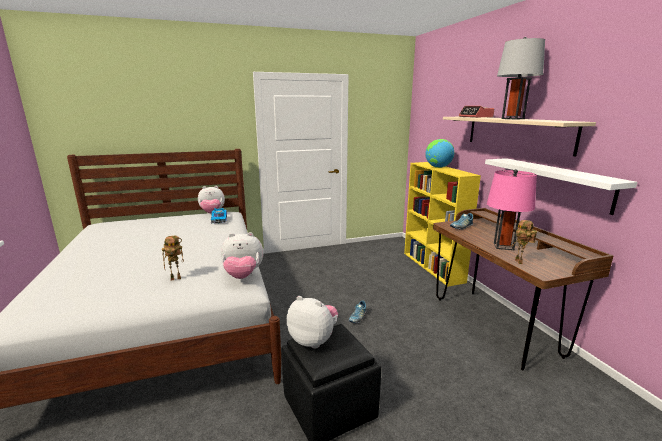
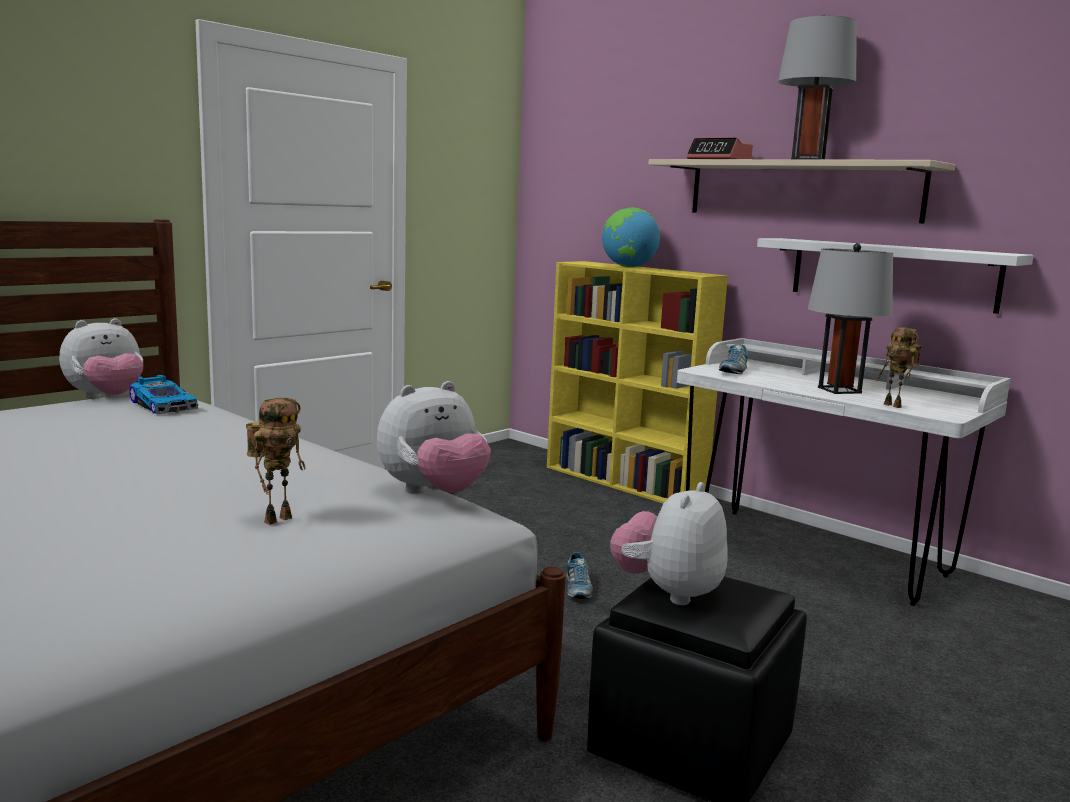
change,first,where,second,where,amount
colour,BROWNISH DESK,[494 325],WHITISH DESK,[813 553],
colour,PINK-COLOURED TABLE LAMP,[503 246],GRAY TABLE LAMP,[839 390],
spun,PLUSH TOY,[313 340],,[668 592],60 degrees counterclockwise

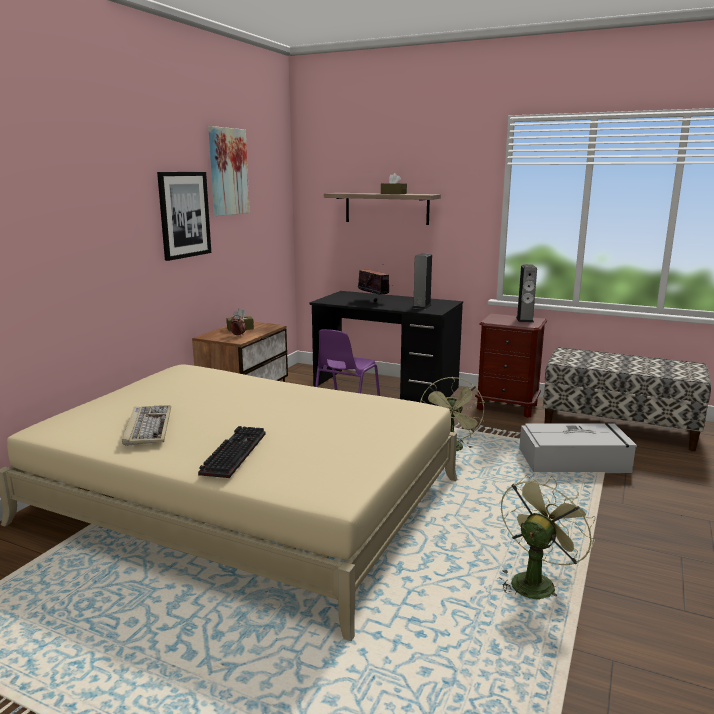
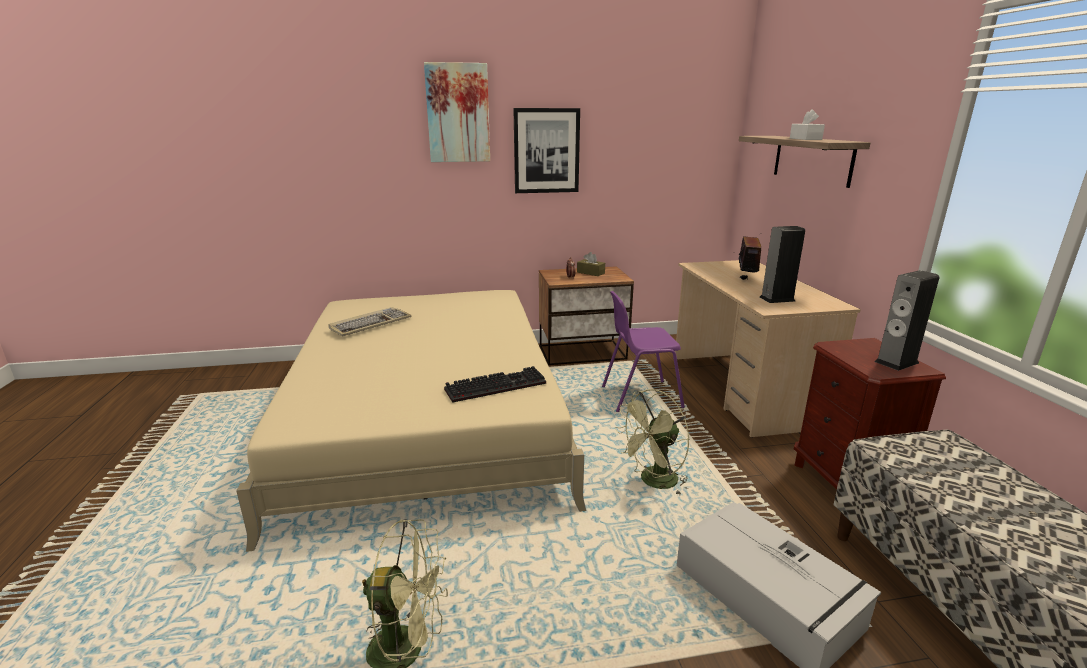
change,first,where,second,where,amount
relocated,PC KEYBOARD,[233 452],,[496 385],
relocated,WALL ART,[228 172],,[458 113],
colour,BLACKISH DESK,[386 388],BEIGE-COLOURED DESK,[743 390],
colour,BROWNISH TISSUE HOLDER,[393 193],WHITISH TISSUE HOLDER,[805 139],

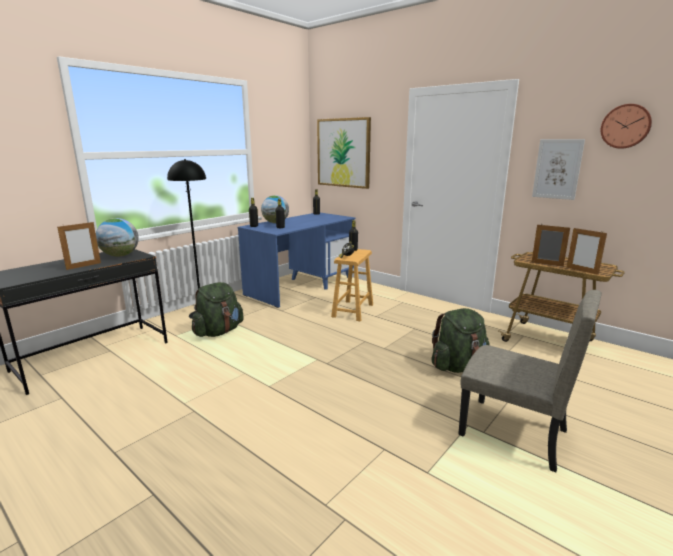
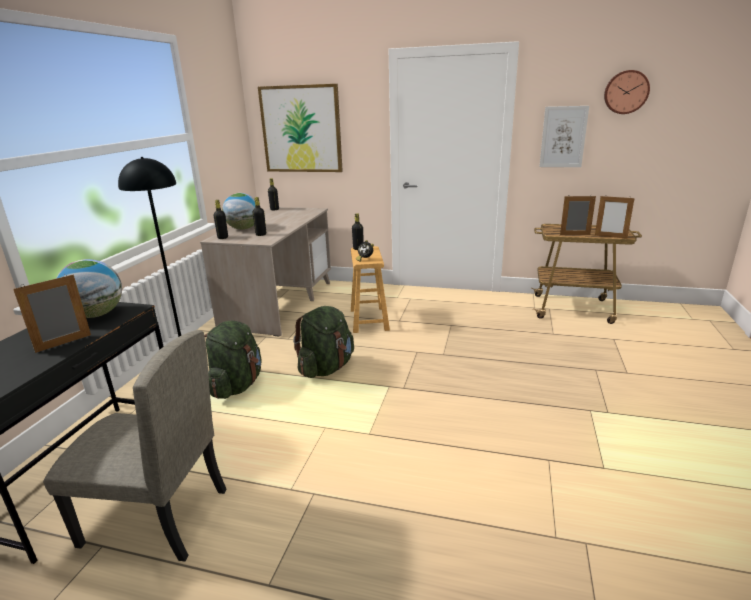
change,first,where,second,where,amount
relocated,GREENISH RUCKSACK,[458 366],,[326 368],
relocated,BEIGE-COLOURED CHAIR,[513 433],,[155 517],
colour,BLUE-COLOURED DESK,[301 286],BEIGE-COLOURED DESK,[280 303],
spun,PICTURE FRAME,[84 266],,[64 343],150 degrees counterclockwise

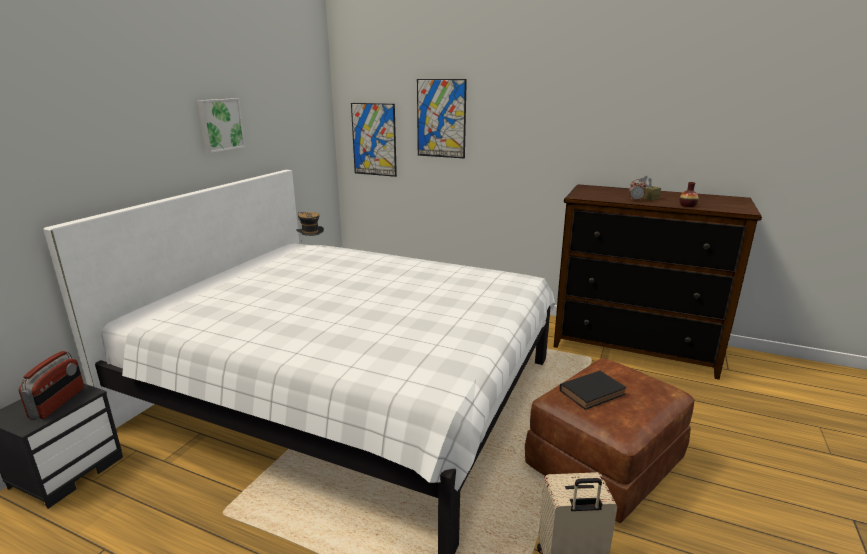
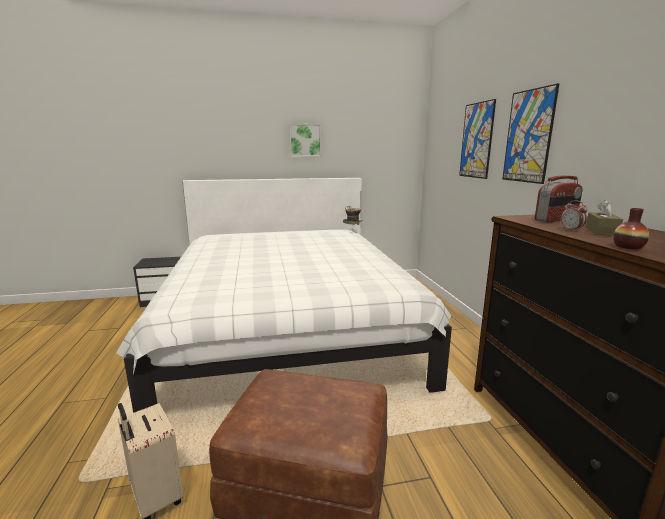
change,first,where,second,where,amount
missing,BLACKISH VOLUME,[593 392],,,
relocated,RADIO,[58 403],,[556 219],
relocated,WALL ART,[374 139],,[528 136],

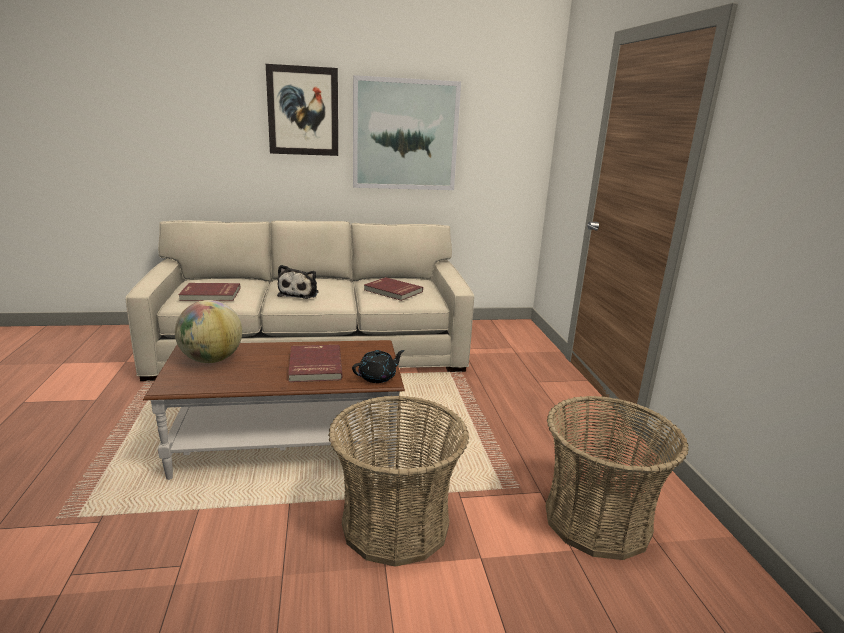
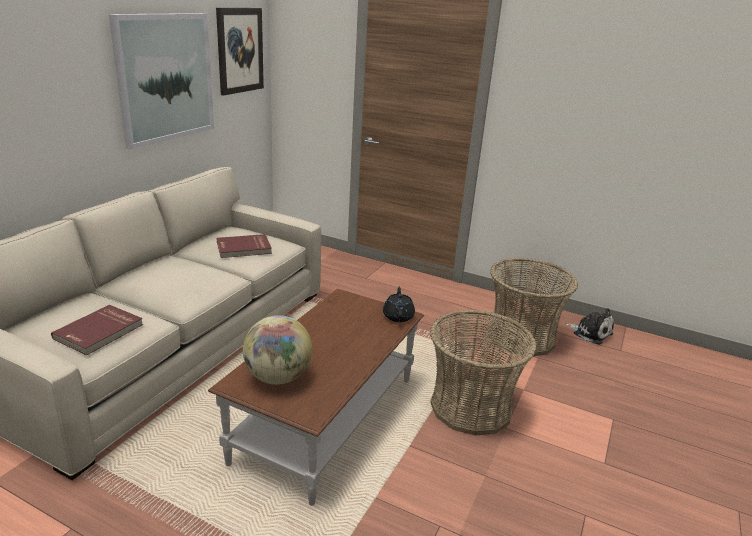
change,first,where,second,where,amount
missing,REDDISH VOLUME,[314 366],,,
relocated,WALL ART,[303 111],,[240 50],
relocated,PLUSH TOY,[299 293],,[590 333],

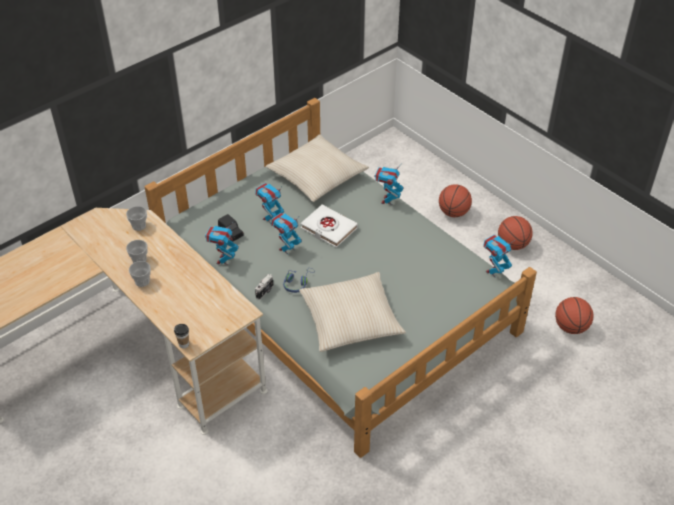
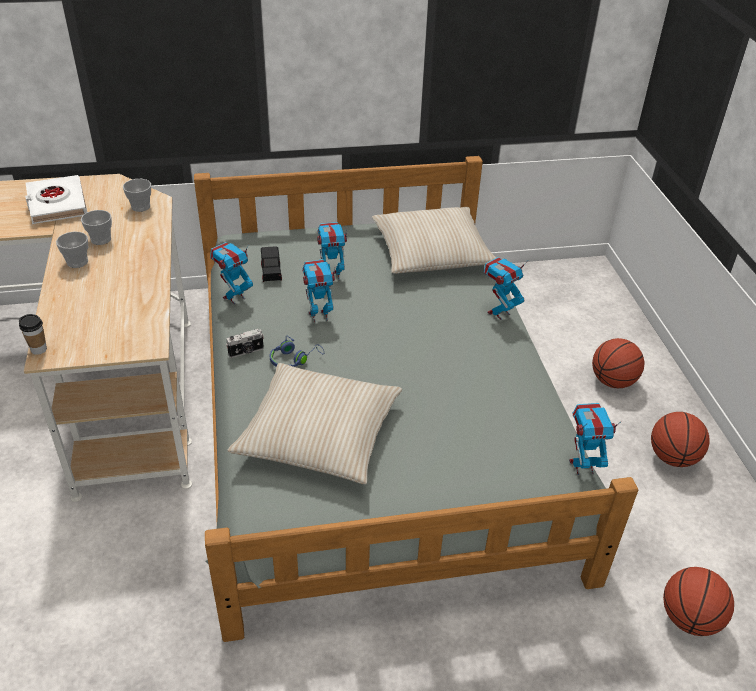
change,first,where,second,where,amount
relocated,WHITISH VOLUME,[328 229],,[57 204],

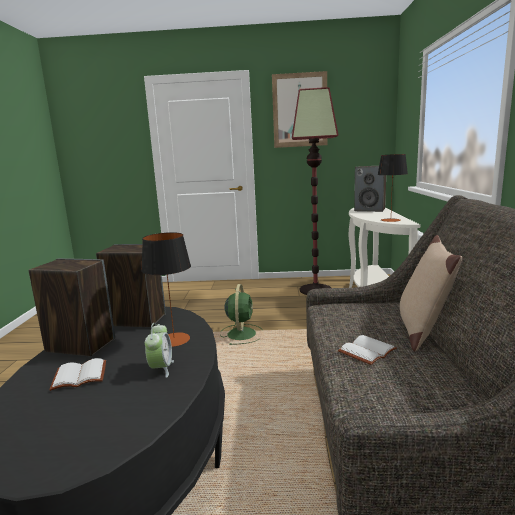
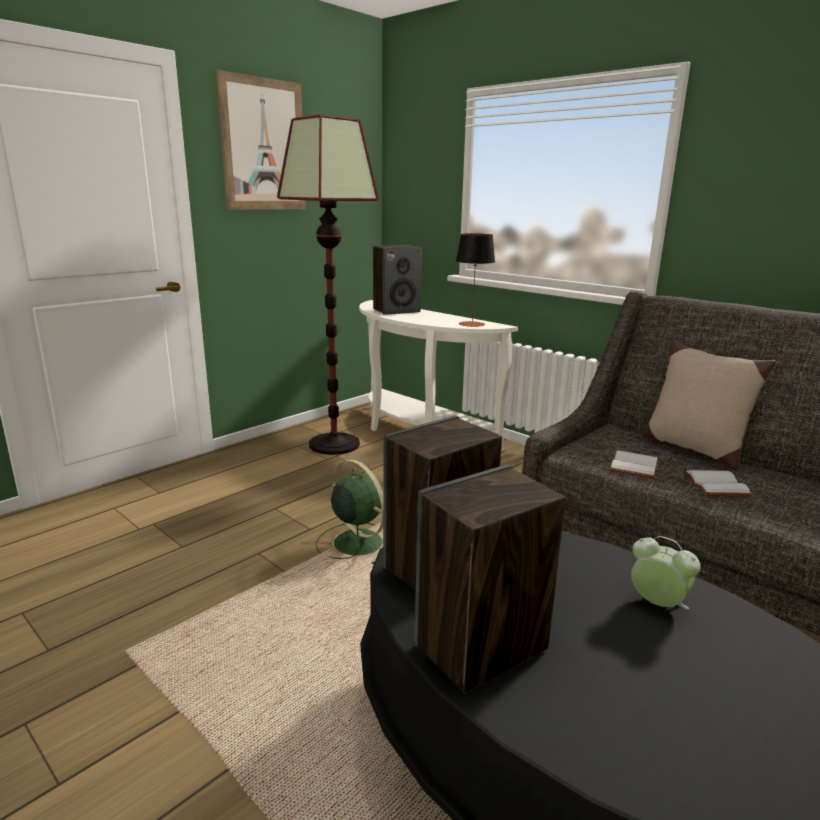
change,first,where,second,where,amount
missing,TABLE LAMP,[174 340],,,
relocated,WHITISH VOLUME,[78 377],,[635 467],

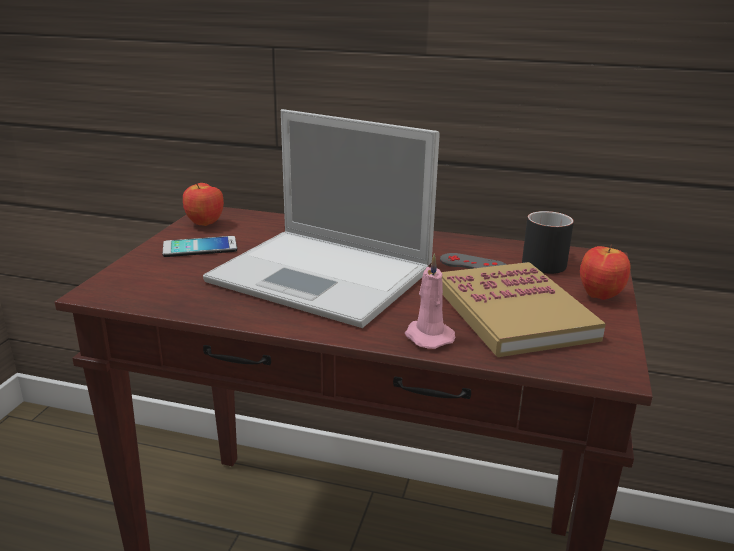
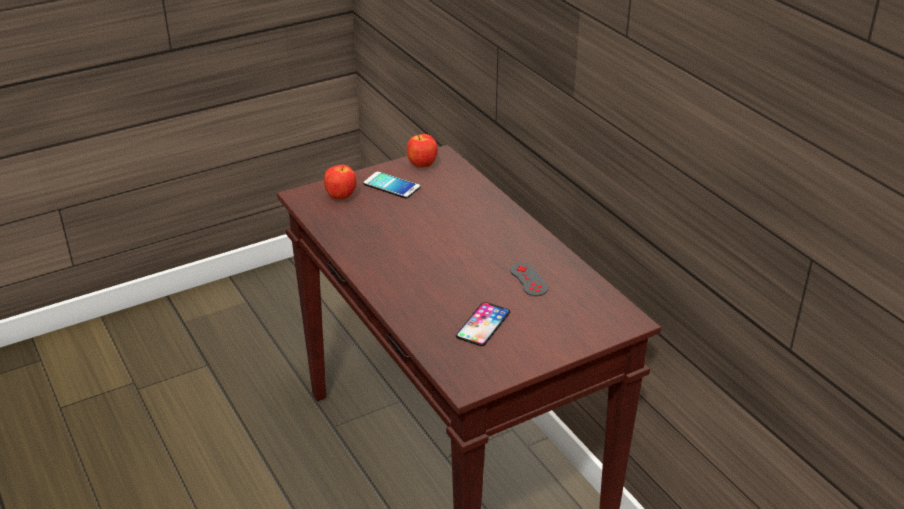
change,first,where,second,where,amount
missing,NOTEBOOK COMPUTER,[324 276],,,
missing,PINK-COLOURED WAX CANDLE,[427 336],,,
missing,BLACKISH MUG,[544 261],,,
relocated,APPLE FRUIT,[599 296],,[341 197],
exchanged,VOLUME,[513 313],TELEPHONE,[483 324],

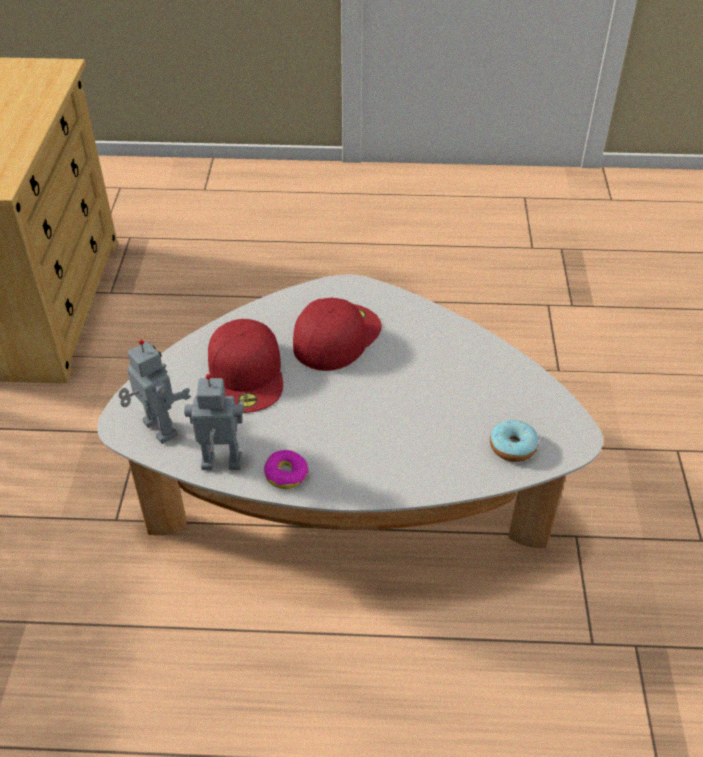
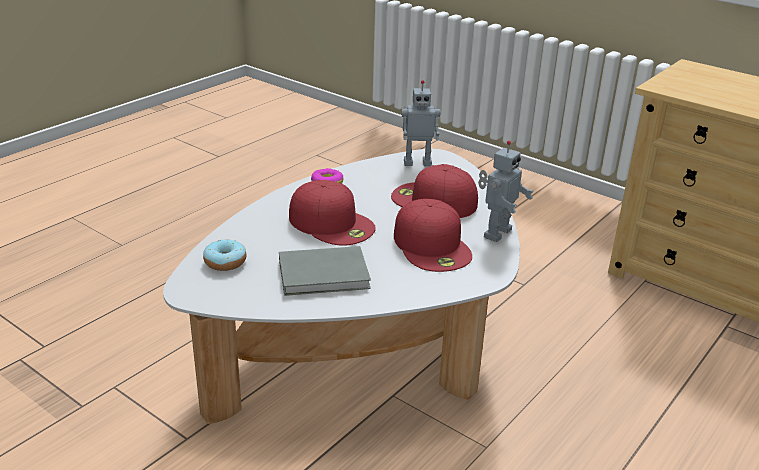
change,first,where,second,where,amount
appeared,,,GRAY VOLUME,[326 275],
appeared,,,REDDISH PEAKED CAP,[332 223],
relocated,MODEL ROBOT,[221 465],,[496 233],

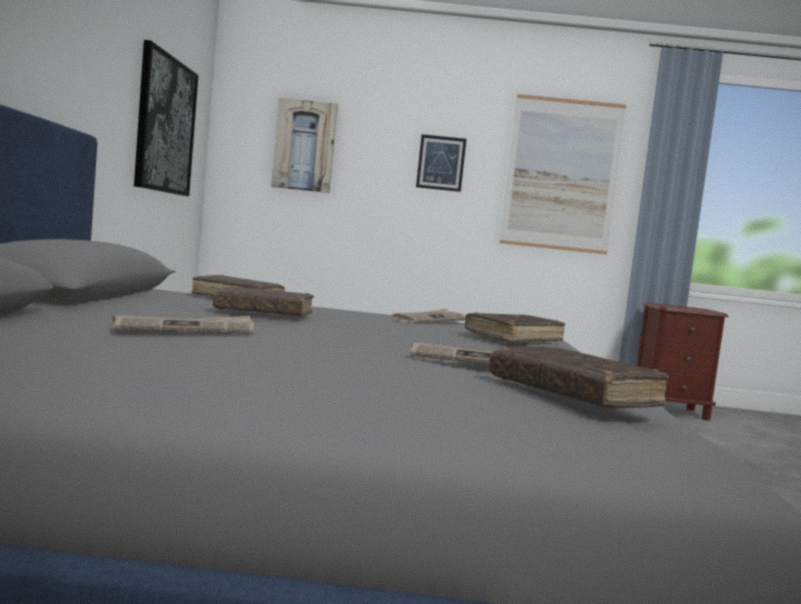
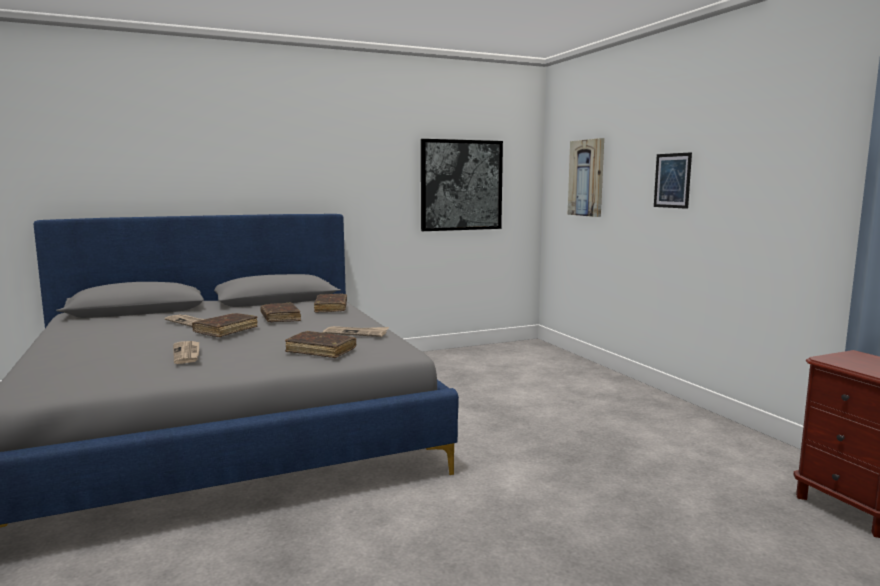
change,first,where,second,where,amount
missing,WALL ART,[561 175],,,
relocated,BROWNISH VOLUME,[573 394],,[226 331],

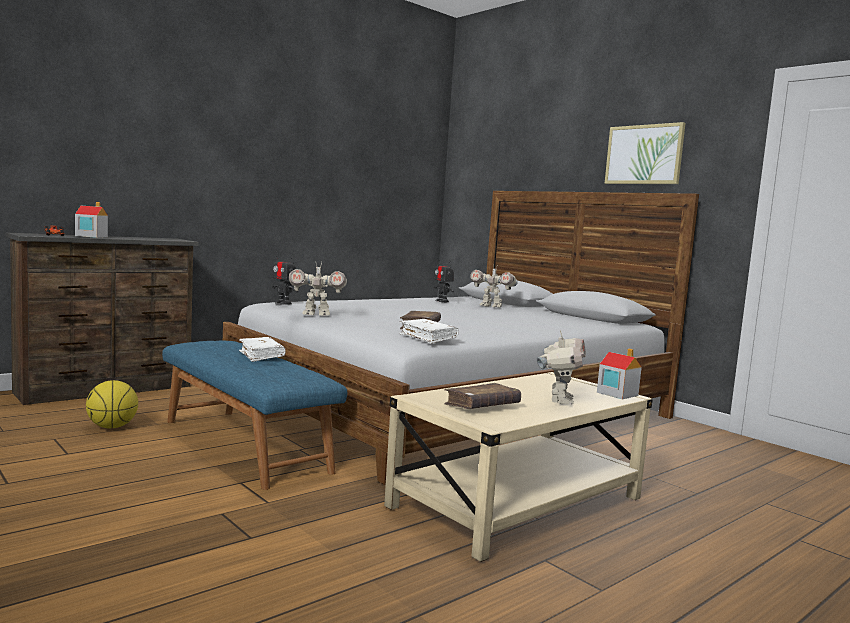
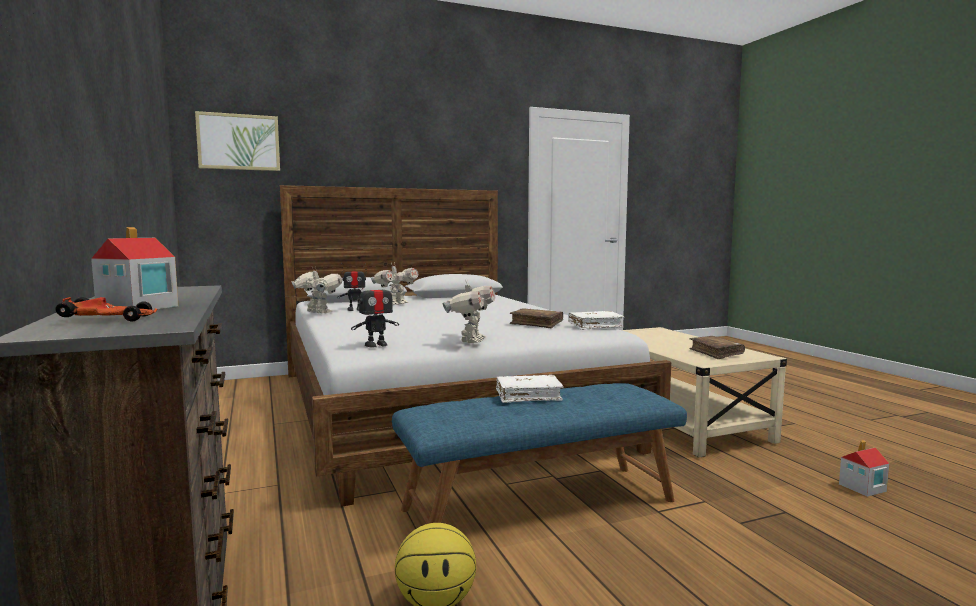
change,first,where,second,where,amount
relocated,MODEL ROBOT,[559 400],,[318 313],
relocated,TOY HOUSE,[616 394],,[862 488],
relocated,WALL ART,[644 154],,[239 142],

